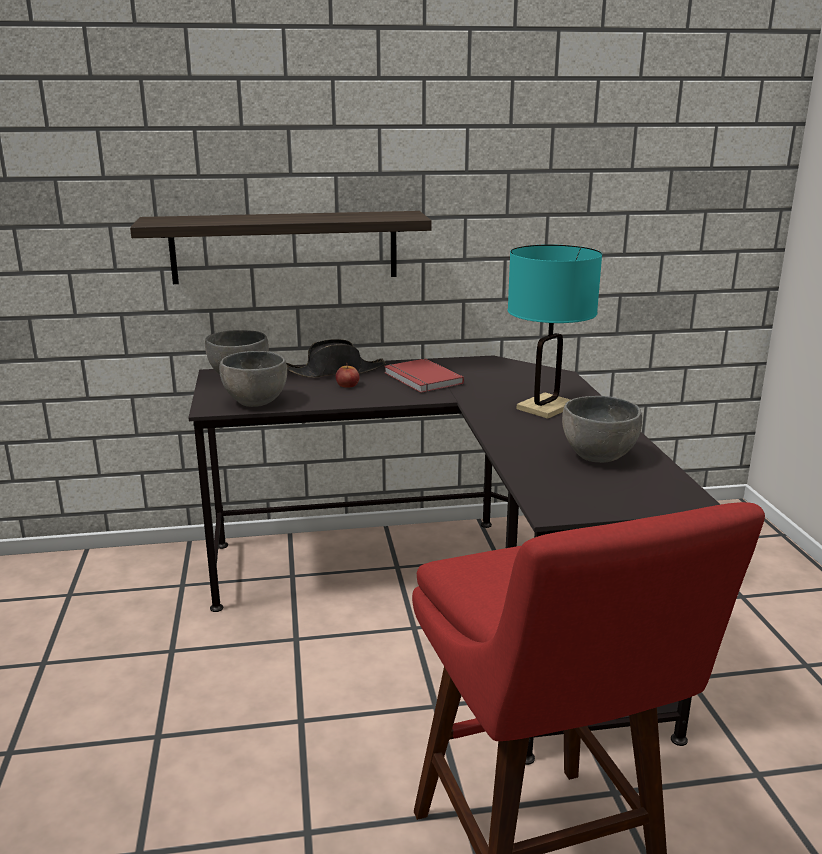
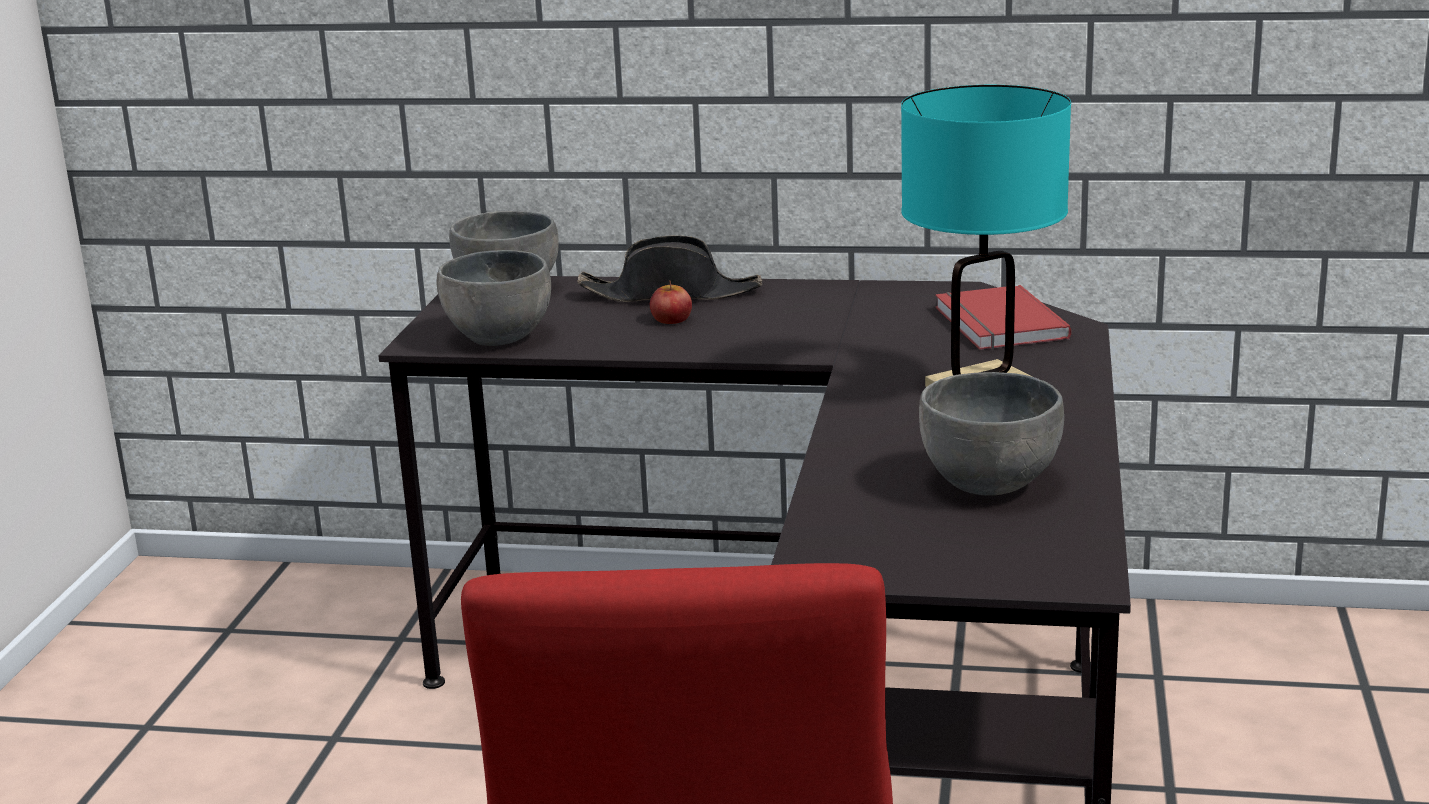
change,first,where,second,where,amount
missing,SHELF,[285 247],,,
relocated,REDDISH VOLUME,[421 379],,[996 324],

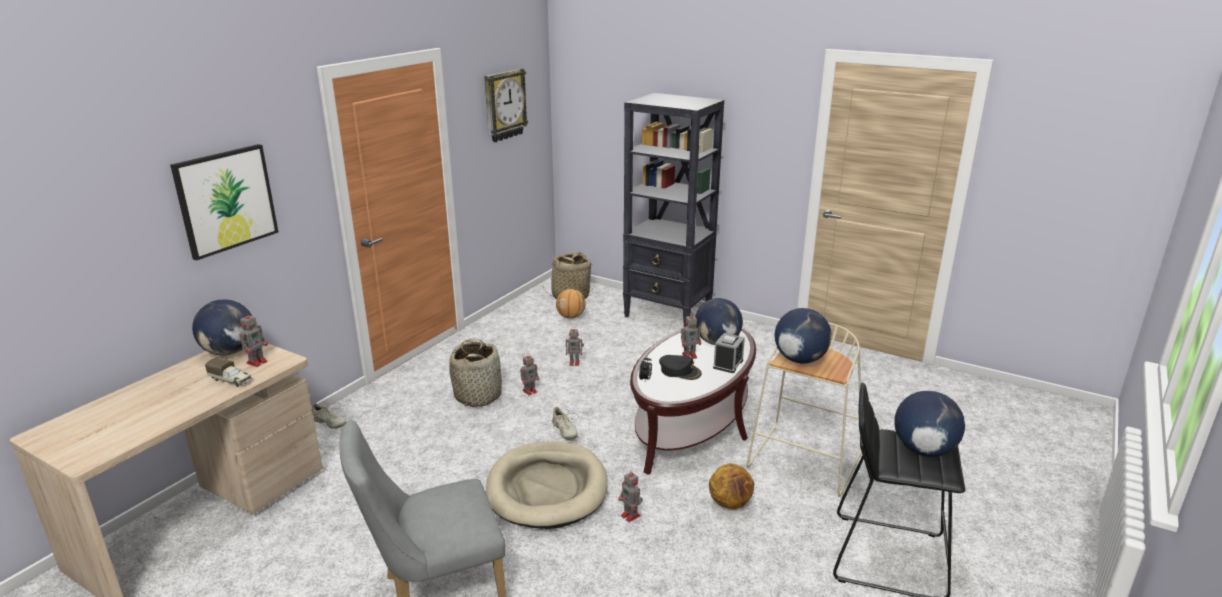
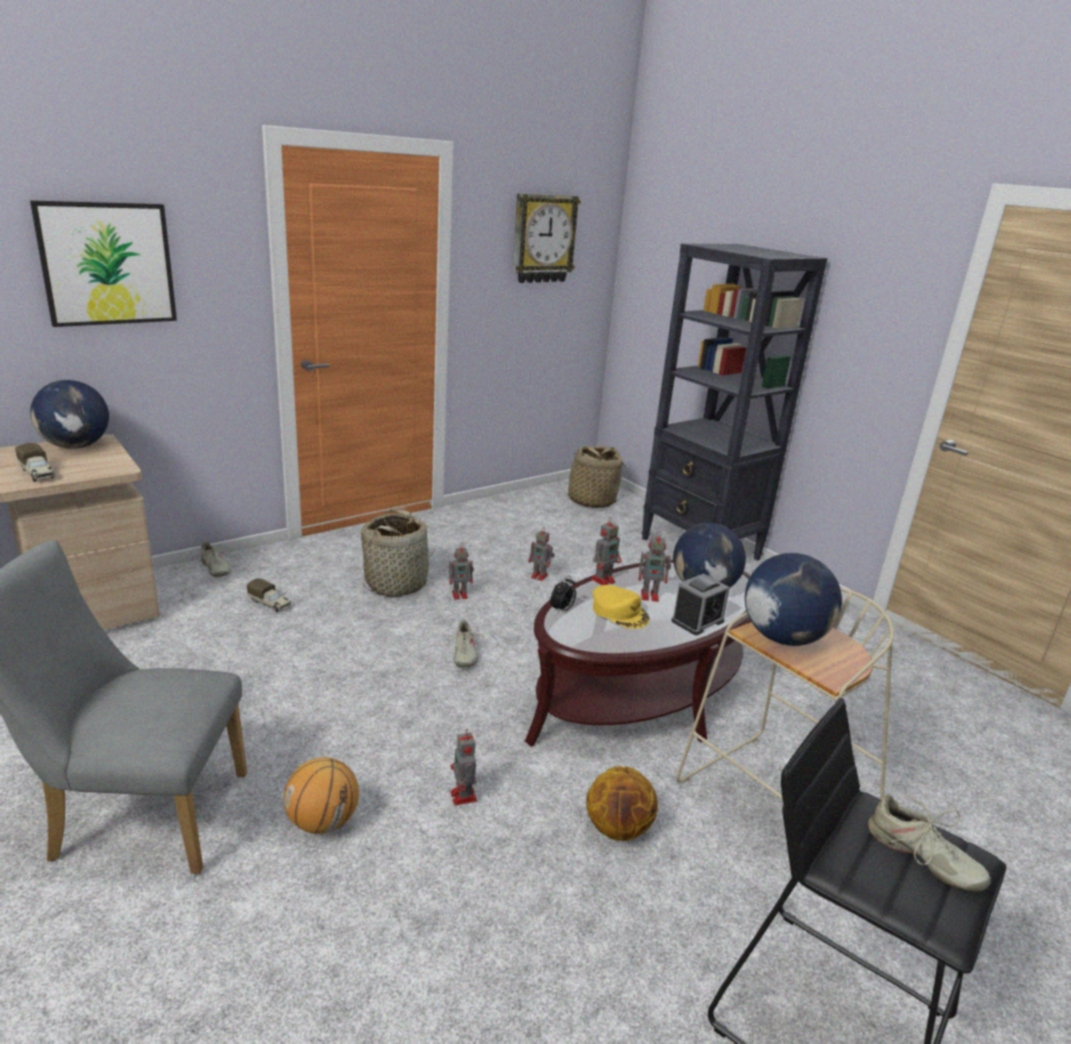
change,first,where,second,where,amount
missing,BEIGE-COLOURED DOG CUSHION,[547 489],,,
appeared,,,TOY LORRY,[270 604],
relocated,MODEL ROBOT,[257 362],,[604 580],
relocated,BALL FOR BASKETBALL,[571 317],,[323 822],
exchanged,WORLD GLOBE,[923 450],BEIGE-COLOURED ITEM OF FOOTWEAR,[922 858],
colour,BLACKISH PEAKED CAP,[680 371],YELLOW-COLOURED PEAKED CAP,[620 612],

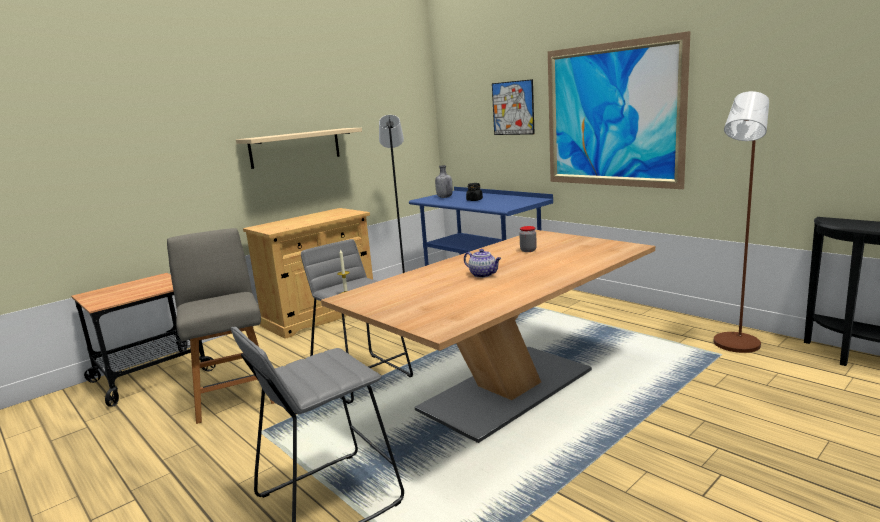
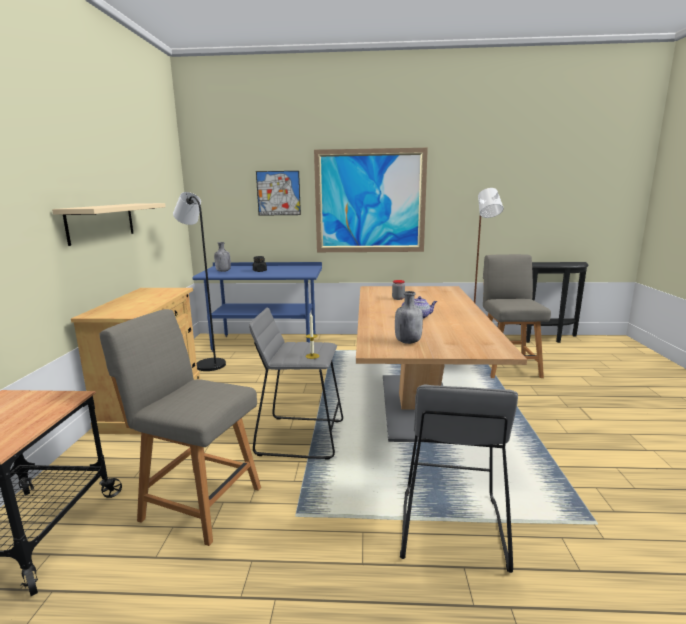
change,first,where,second,where,amount
appeared,,,GRAY BOTTLE,[408 342],
appeared,,,GRAY CHAIR,[507 367],

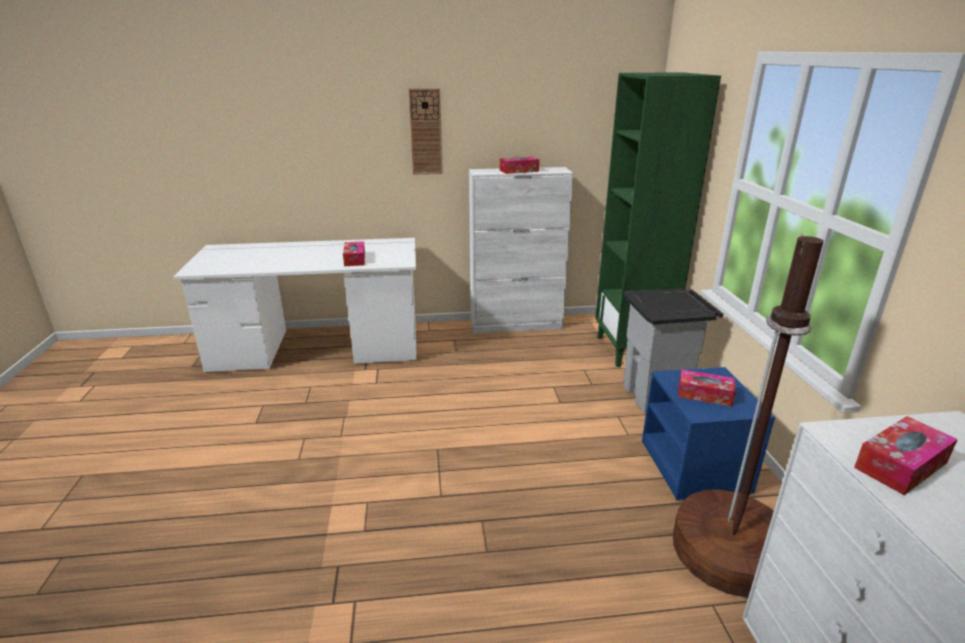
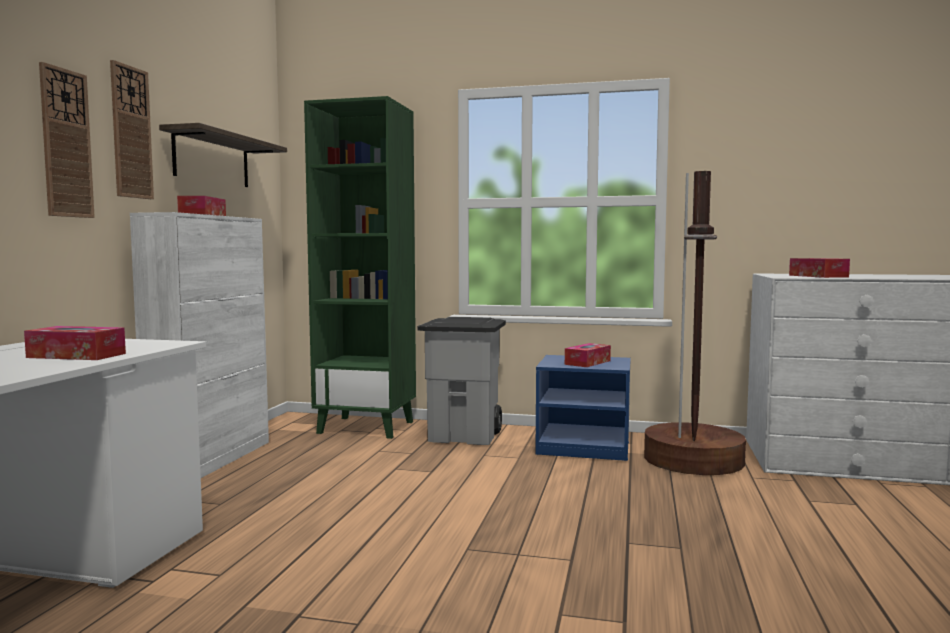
change,first,where,second,where,amount
appeared,,,WALL CLOCK,[131 132],
appeared,,,SHELF,[212 160],

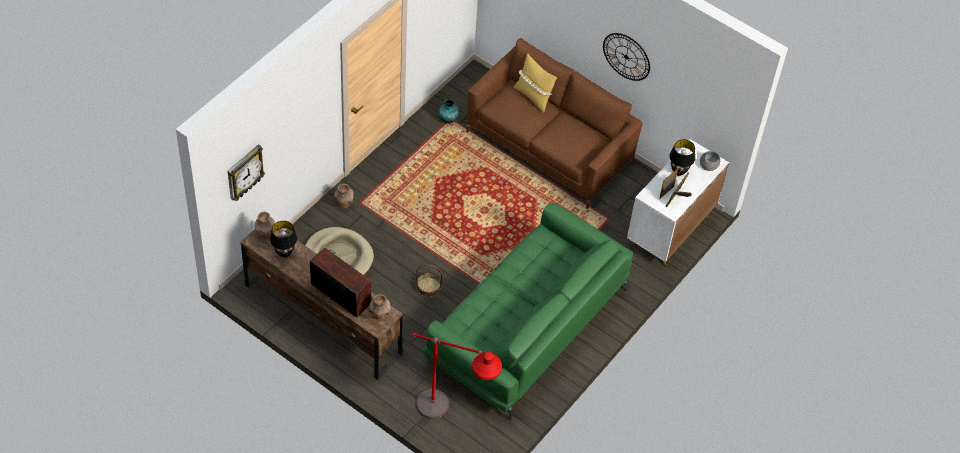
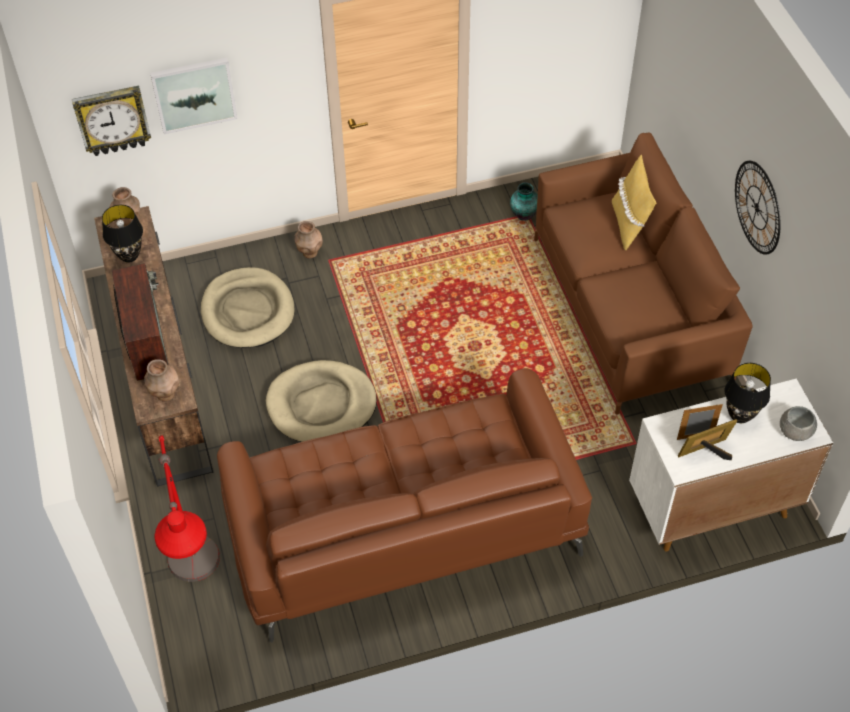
change,first,where,second,where,amount
appeared,,,WALL ART,[194 94],
exchanged,HOUSEHOLD BASKET,[428 287],BEIGE-COLOURED DOG CUSHION,[321 405],
colour,GREENISH SOFA,[526 326],BROWNISH SOFA,[402 526],

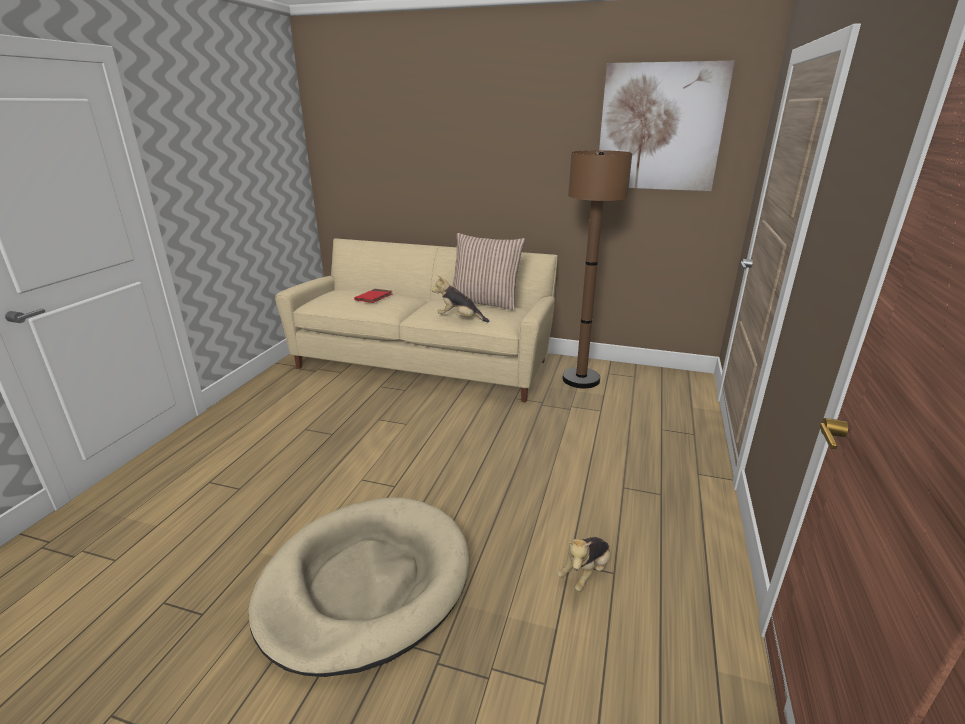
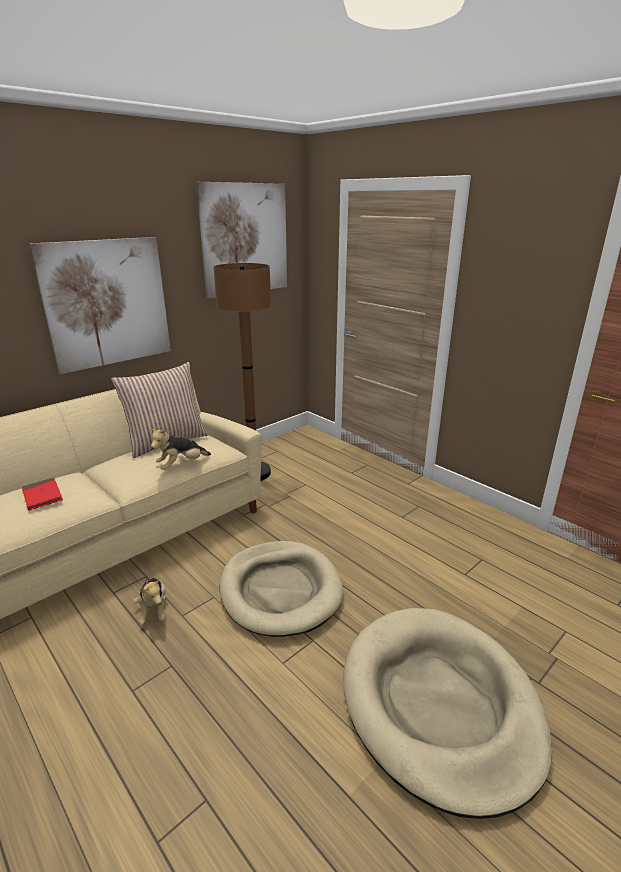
change,first,where,second,where,amount
appeared,,,WALL ART,[107 303],
appeared,,,BEIGE-COLOURED DOG CUSHION,[280 590],
relocated,PLUSH TOY,[585 573],,[154 610],

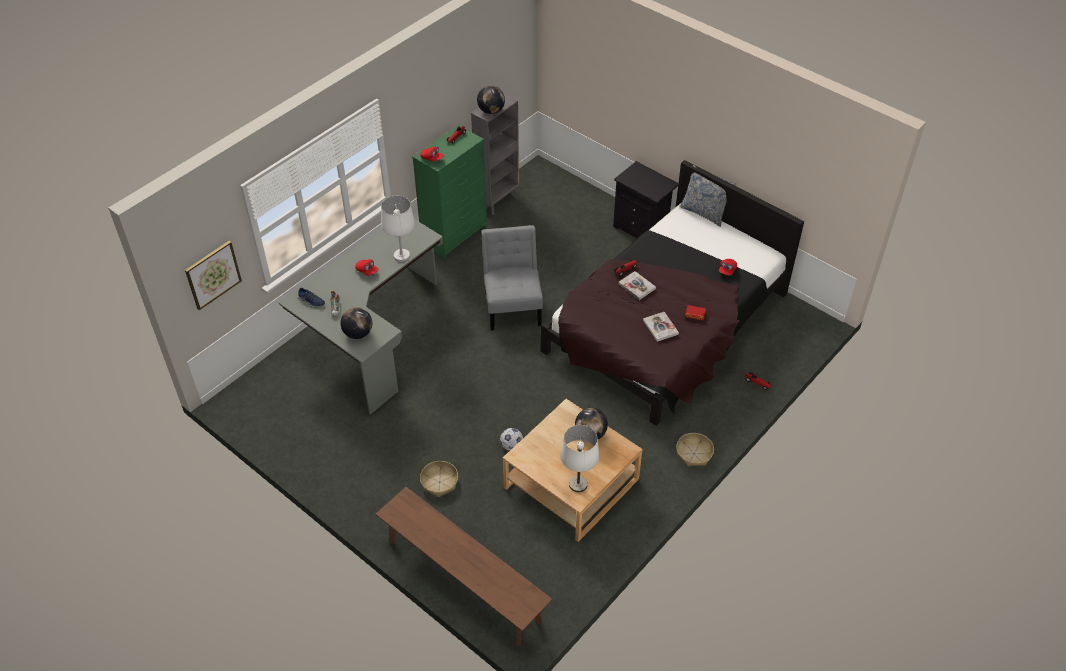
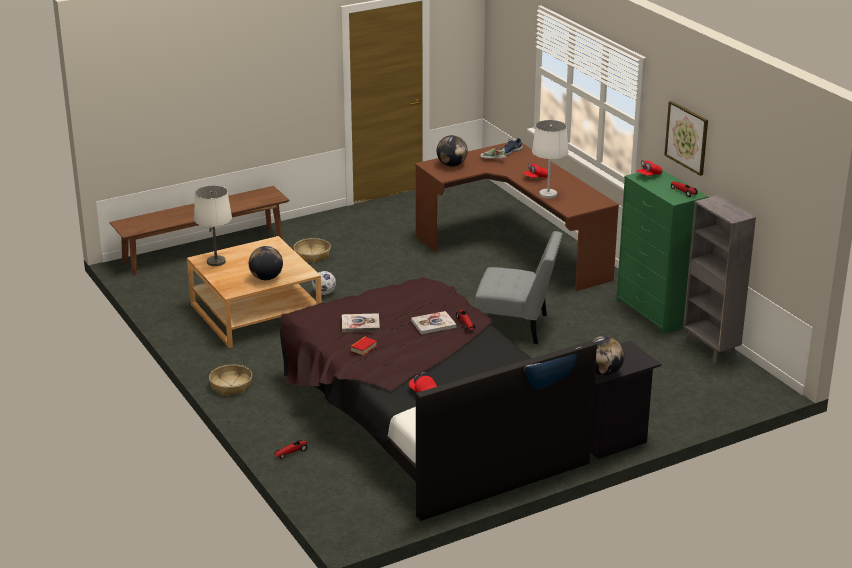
change,first,where,second,where,amount
relocated,WALL ART,[213 274],,[687 137],
relocated,WORLD GLOBE,[491 111],,[603 372],
colour,GRAY DESK,[371 336],BROWNISH DESK,[517 249],

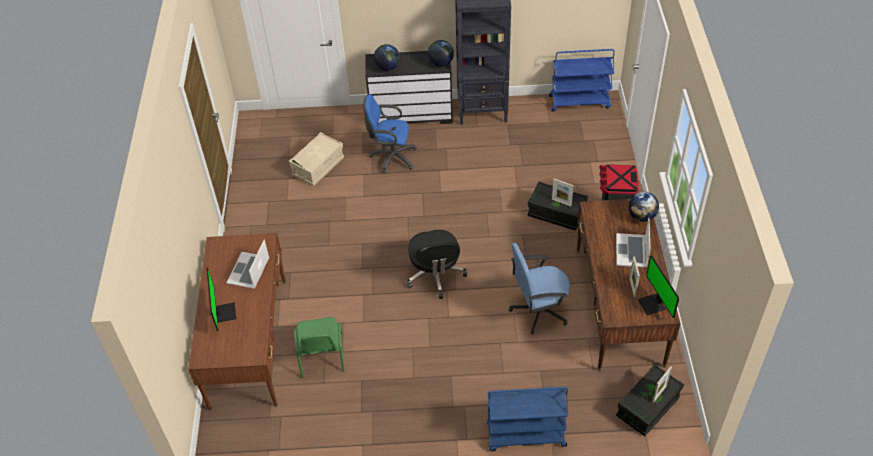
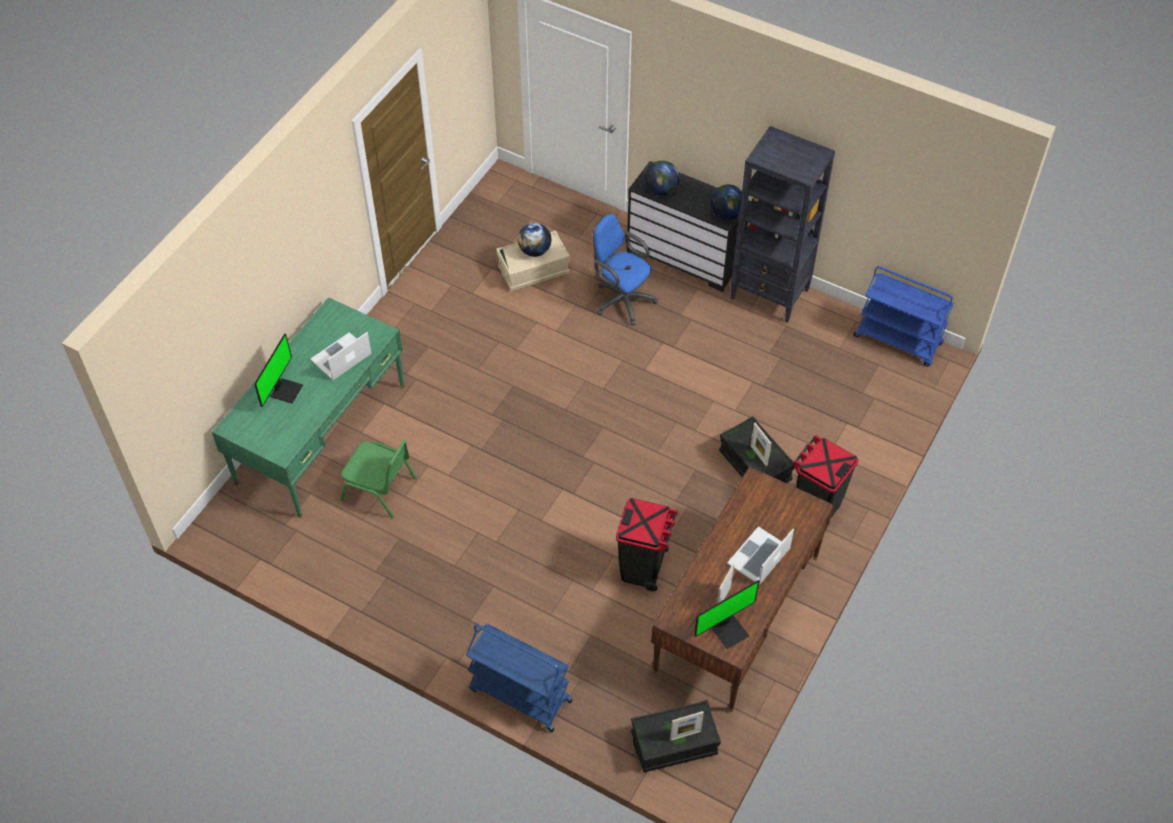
change,first,where,second,where,amount
missing,BLACKISH COMPUTER CHAIR,[435 275],,,
relocated,WORLD GLOBE,[641 216],,[535 251],
exchanged,BLUE-COLOURED COMPUTER CHAIR,[538 310],BLACKISH WASTE BIN,[643 567],
colour,BROWNISH DESK,[248 342],GREENISH DESK,[321 434],
spun,GREENISH CHAIR,[321 356],,[380 489],90 degrees counterclockwise
spun,COMPUTER DISPLAY,[653 304],,[729 631],135 degrees counterclockwise

